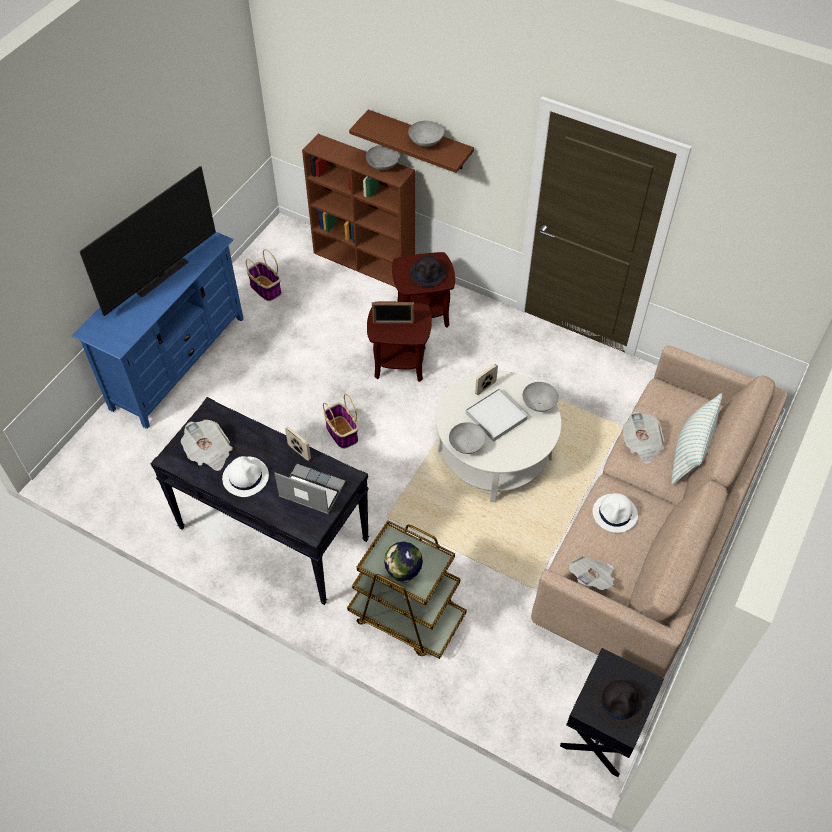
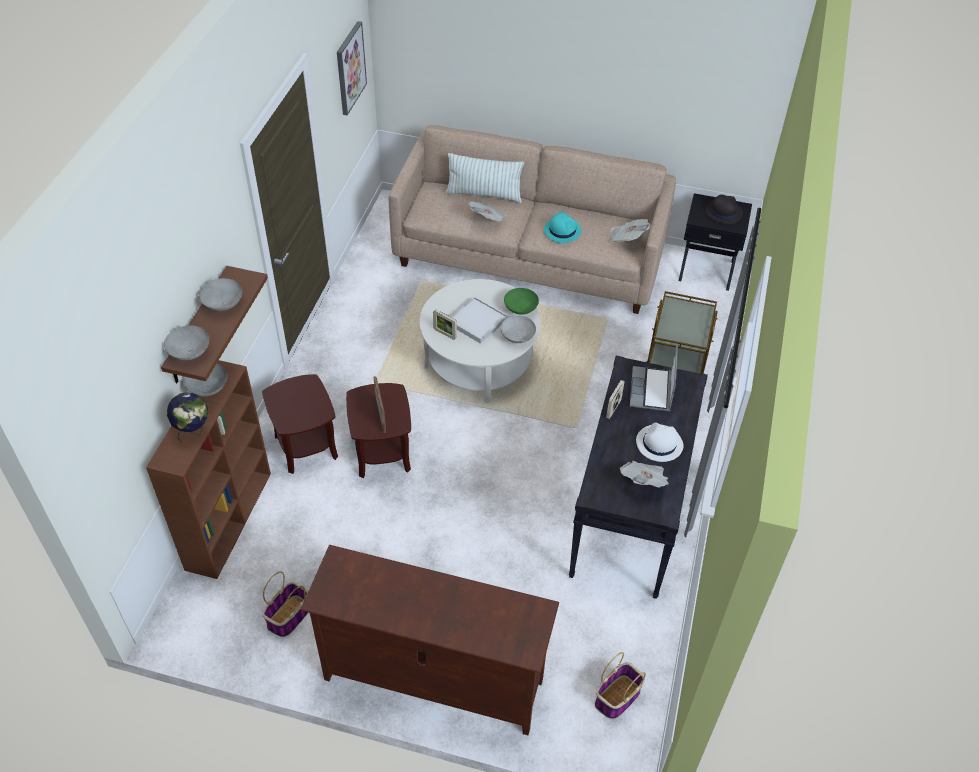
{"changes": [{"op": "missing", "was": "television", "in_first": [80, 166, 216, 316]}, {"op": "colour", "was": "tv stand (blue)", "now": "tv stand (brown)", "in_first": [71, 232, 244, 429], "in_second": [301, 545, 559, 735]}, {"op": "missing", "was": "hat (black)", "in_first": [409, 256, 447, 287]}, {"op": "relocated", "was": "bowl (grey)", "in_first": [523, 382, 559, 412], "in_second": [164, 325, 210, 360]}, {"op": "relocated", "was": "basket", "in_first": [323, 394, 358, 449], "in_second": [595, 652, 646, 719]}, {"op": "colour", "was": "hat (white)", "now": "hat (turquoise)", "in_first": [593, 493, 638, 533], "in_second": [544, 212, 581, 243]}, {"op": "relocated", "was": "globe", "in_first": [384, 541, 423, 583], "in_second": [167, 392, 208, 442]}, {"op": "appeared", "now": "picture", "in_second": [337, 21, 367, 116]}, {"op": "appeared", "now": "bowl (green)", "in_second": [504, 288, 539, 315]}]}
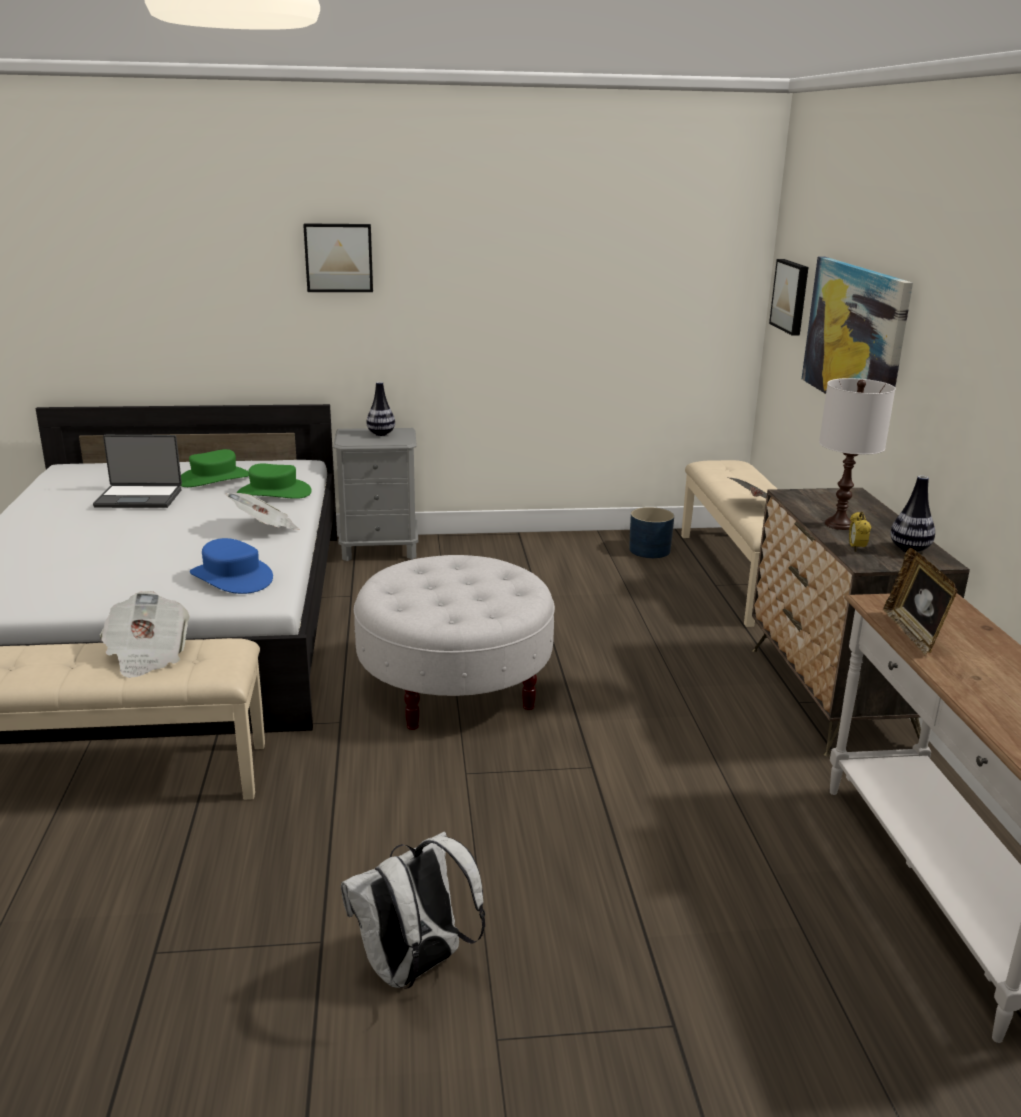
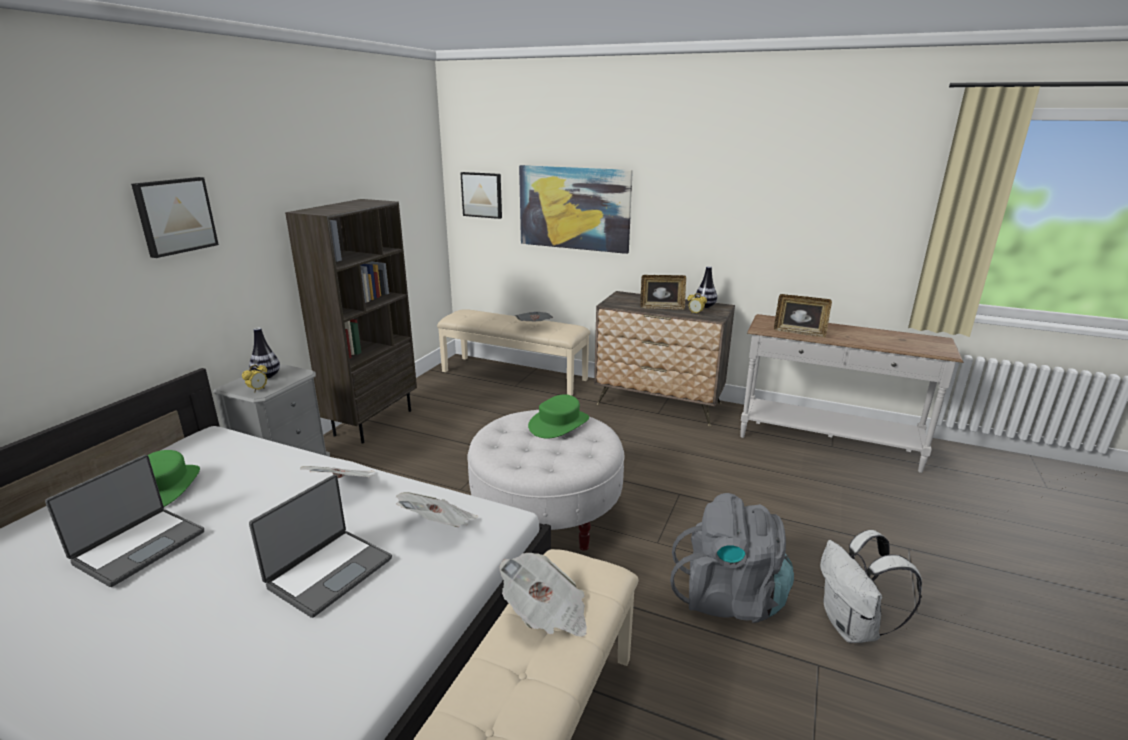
{"changes": [{"op": "exchanged", "was": "table lamp (white)", "now": "picture frame", "in_first": [819, 378, 895, 530], "in_second": [640, 275, 686, 310]}, {"op": "relocated", "was": "hat (green)", "in_first": [237, 464, 312, 499], "in_second": [528, 394, 589, 439]}, {"op": "missing", "was": "planter (blue)", "in_first": [629, 507, 674, 558]}, {"op": "exchanged", "was": "hat (blue)", "now": "newspaper", "in_first": [190, 538, 273, 594], "in_second": [396, 492, 478, 527]}, {"op": "appeared", "now": "bookcase (brown)", "in_second": [285, 199, 417, 444]}, {"op": "appeared", "now": "alarm clock", "in_second": [242, 365, 267, 393]}, {"op": "appeared", "now": "laptop", "in_second": [249, 475, 392, 618]}, {"op": "appeared", "now": "backpack (grey)", "in_second": [670, 493, 794, 623]}]}
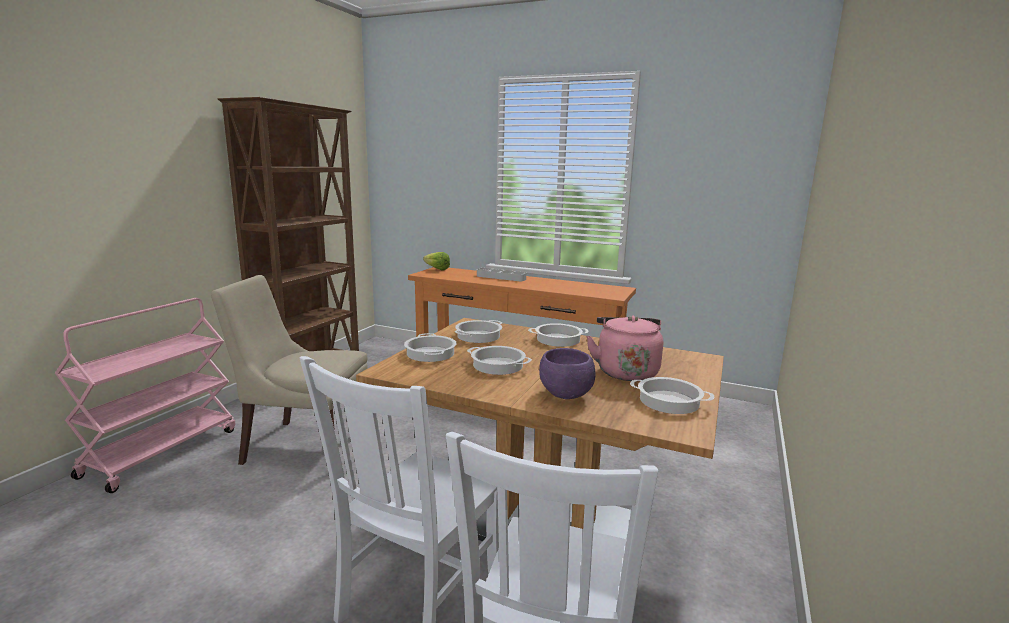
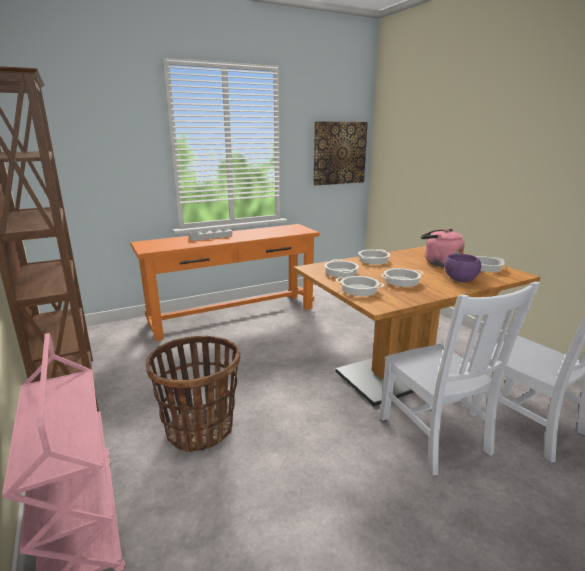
{"changes": [{"op": "missing", "was": "lettuce", "in_first": [423, 252, 450, 271]}, {"op": "exchanged", "was": "chair (beige)", "now": "basket", "in_first": [211, 275, 368, 465], "in_second": [145, 336, 241, 453]}, {"op": "appeared", "now": "picture", "in_second": [314, 121, 368, 186]}]}
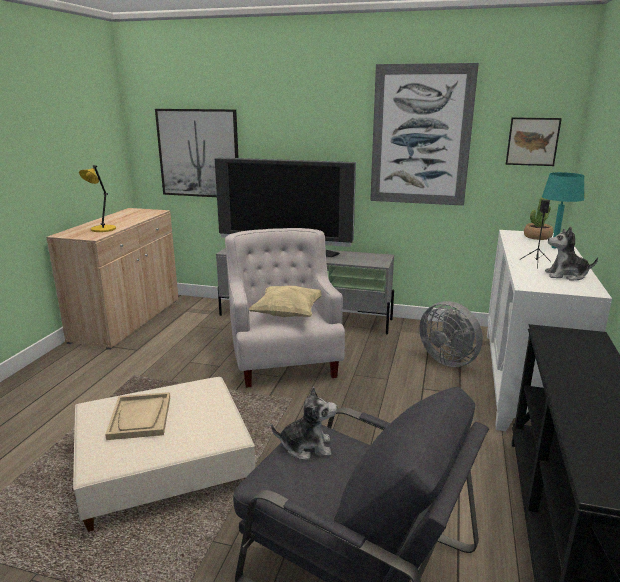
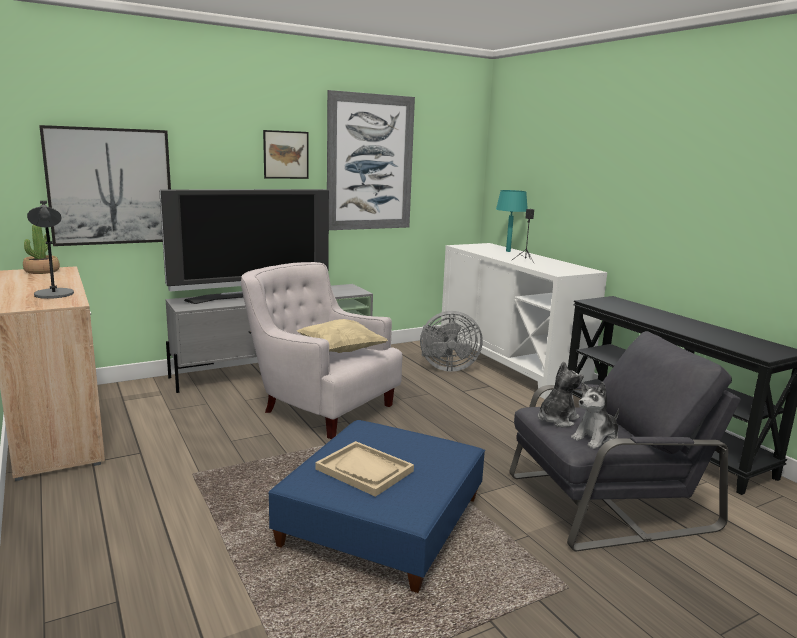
{"changes": [{"op": "relocated", "was": "picture", "in_first": [506, 117, 562, 166], "in_second": [263, 130, 309, 179]}, {"op": "colour", "was": "table lamp (yellow)", "now": "table lamp (grey)", "in_first": [79, 165, 116, 232], "in_second": [27, 201, 74, 299]}, {"op": "relocated", "was": "potted plant", "in_first": [524, 197, 553, 240], "in_second": [23, 225, 60, 274]}, {"op": "relocated", "was": "plush toy", "in_first": [545, 227, 598, 281], "in_second": [571, 382, 619, 449]}, {"op": "colour", "was": "ottoman (beige)", "now": "ottoman (blue)", "in_first": [73, 377, 255, 532], "in_second": [268, 420, 485, 593]}]}
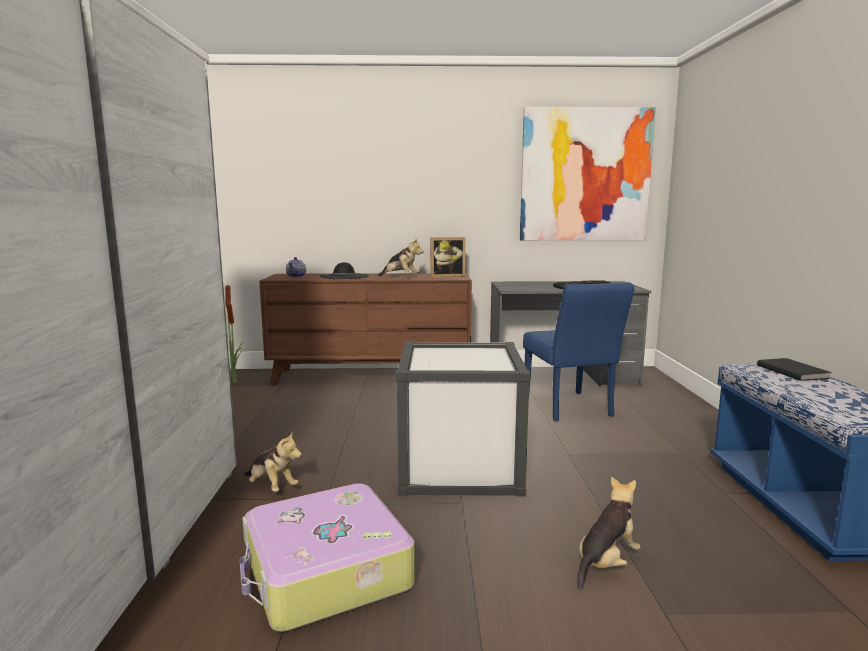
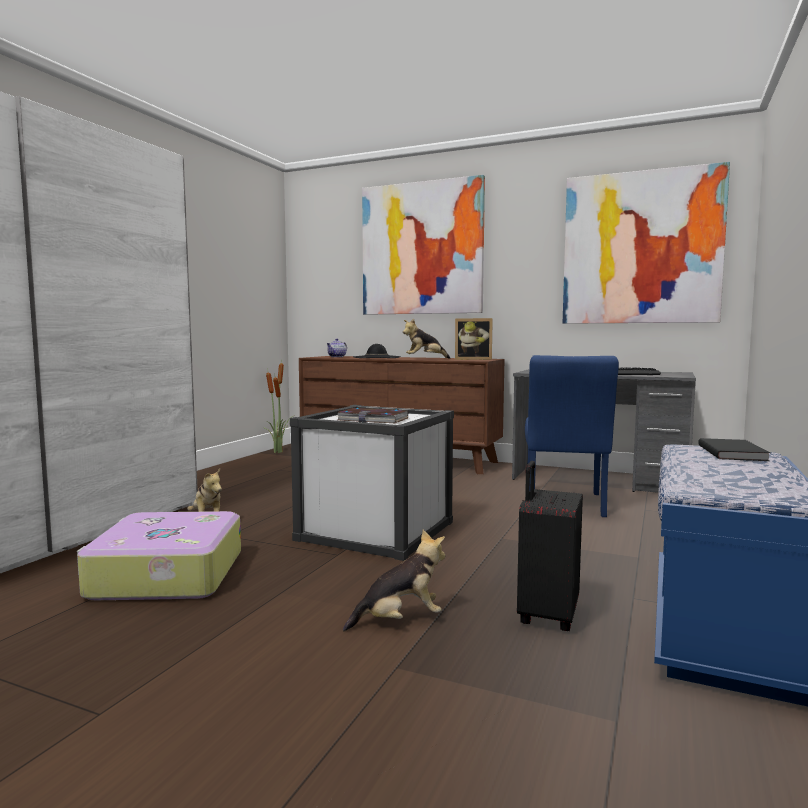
{"changes": [{"op": "spun", "was": "plush toy", "in_first": [378, 239, 424, 276], "in_second": [403, 319, 450, 359], "clockwise": 105}, {"op": "appeared", "now": "picture", "in_second": [362, 175, 485, 315]}, {"op": "appeared", "now": "book", "in_second": [338, 408, 409, 423]}, {"op": "appeared", "now": "suitcase (black)", "in_second": [517, 461, 583, 631]}]}
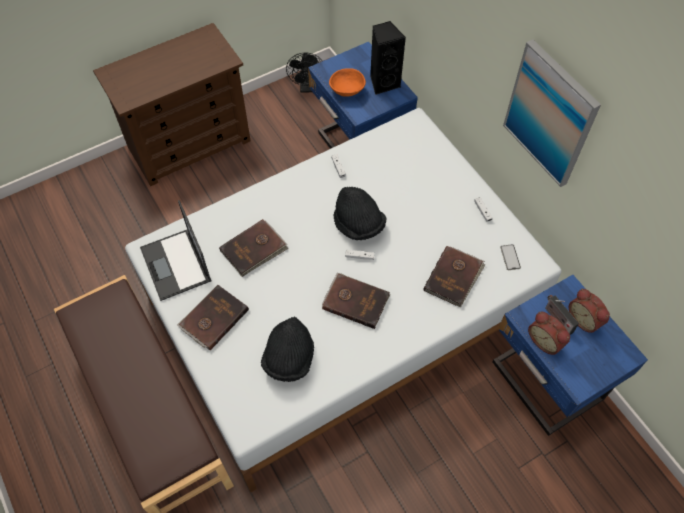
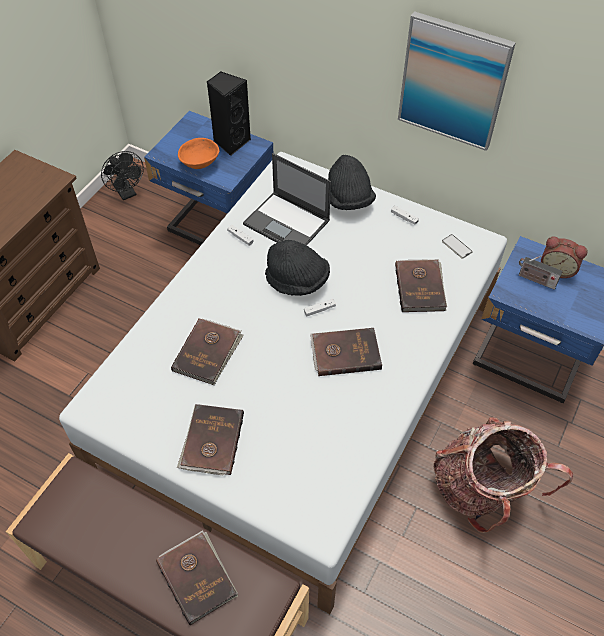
{"changes": [{"op": "relocated", "was": "laptop", "in_first": [140, 200, 211, 301], "in_second": [243, 153, 331, 246]}, {"op": "missing", "was": "alarm clock", "in_first": [528, 312, 570, 355]}, {"op": "relocated", "was": "hat (black)", "in_first": [261, 317, 314, 382], "in_second": [328, 155, 376, 210]}, {"op": "appeared", "now": "backpack", "in_second": [434, 418, 573, 533]}, {"op": "appeared", "now": "book (brown)", "in_second": [156, 530, 238, 625]}]}
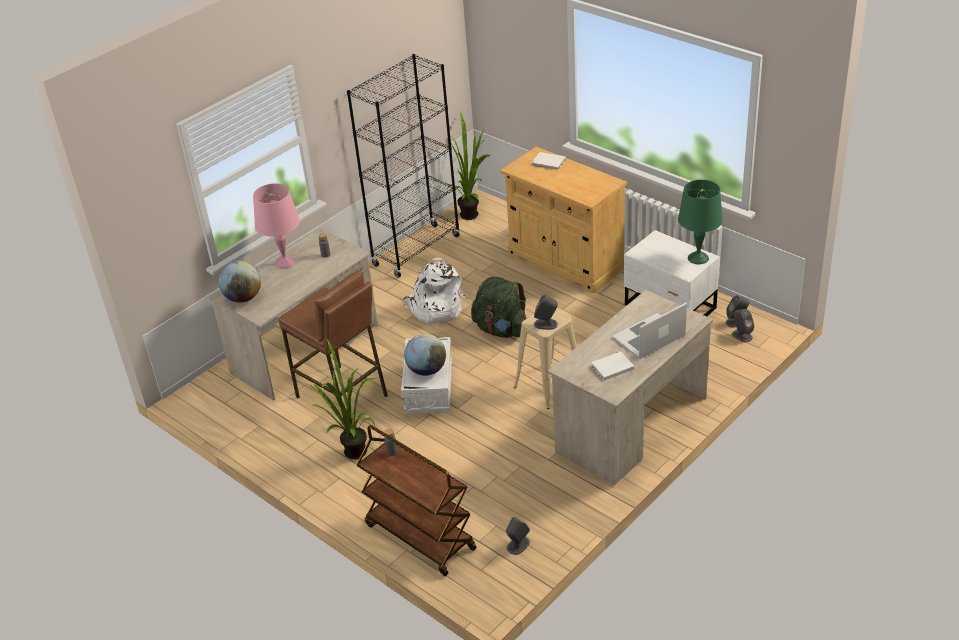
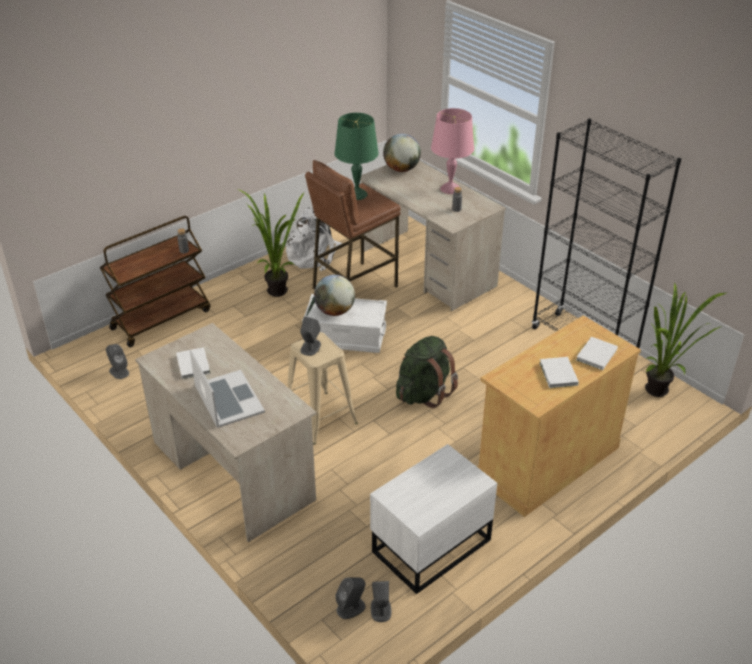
{"changes": [{"op": "relocated", "was": "table lamp (green)", "in_first": [678, 180, 723, 264], "in_second": [335, 113, 379, 200]}, {"op": "relocated", "was": "backpack (white)", "in_first": [403, 257, 465, 324], "in_second": [286, 207, 343, 271]}, {"op": "appeared", "now": "book (white)", "in_second": [539, 357, 579, 388]}]}
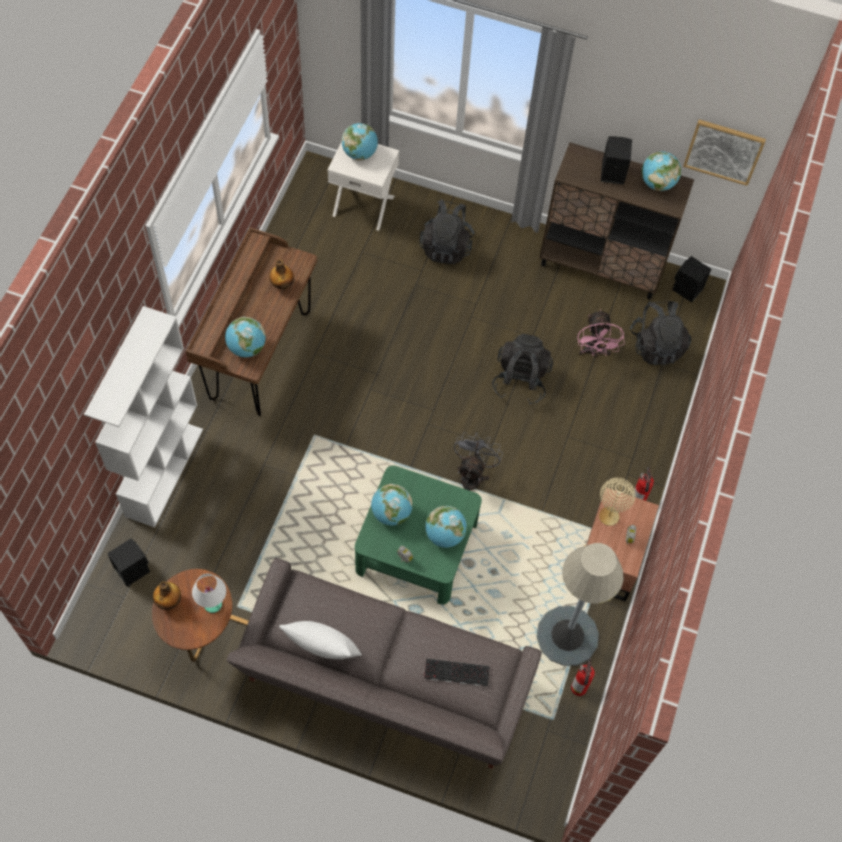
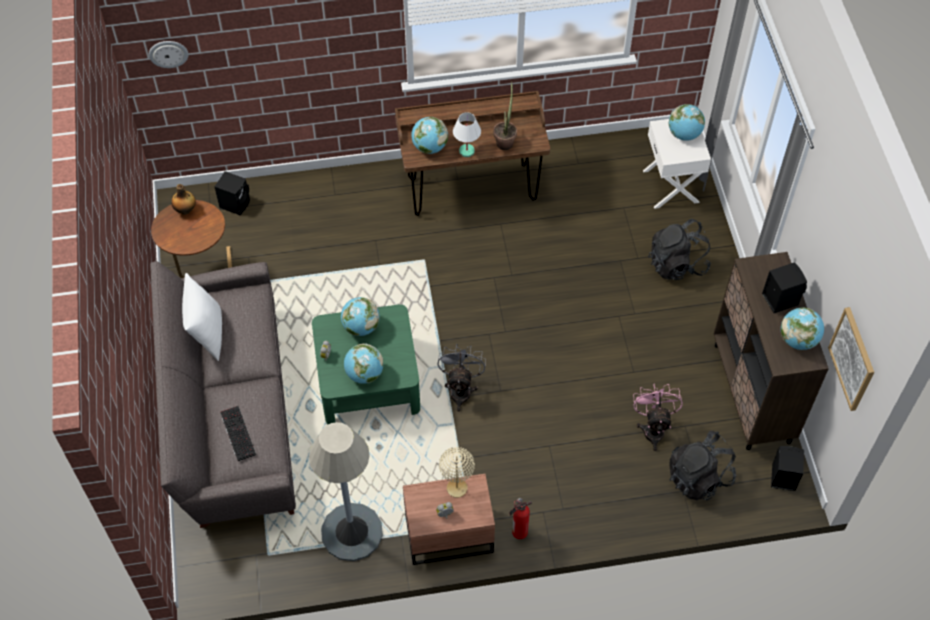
{"changes": [{"op": "exchanged", "was": "bottle", "now": "potted plant", "in_first": [269, 260, 294, 290], "in_second": [493, 81, 517, 150]}, {"op": "missing", "was": "bookcase (white)", "in_first": [84, 306, 203, 528]}, {"op": "spun", "was": "fan (pink)", "in_first": [577, 309, 624, 357], "in_second": [633, 383, 683, 451], "clockwise": 120}, {"op": "missing", "was": "backpack (black)", "in_first": [492, 334, 553, 405]}, {"op": "spun", "was": "fan (grey)", "in_first": [454, 432, 503, 491], "in_second": [438, 344, 486, 412], "clockwise": -75}, {"op": "relocated", "was": "table lamp (white)", "in_first": [192, 574, 226, 613], "in_second": [453, 112, 481, 157]}, {"op": "missing", "was": "fire extinguisher", "in_first": [571, 658, 595, 696]}, {"op": "appeared", "now": "wall clock", "in_second": [149, 41, 189, 68]}]}
